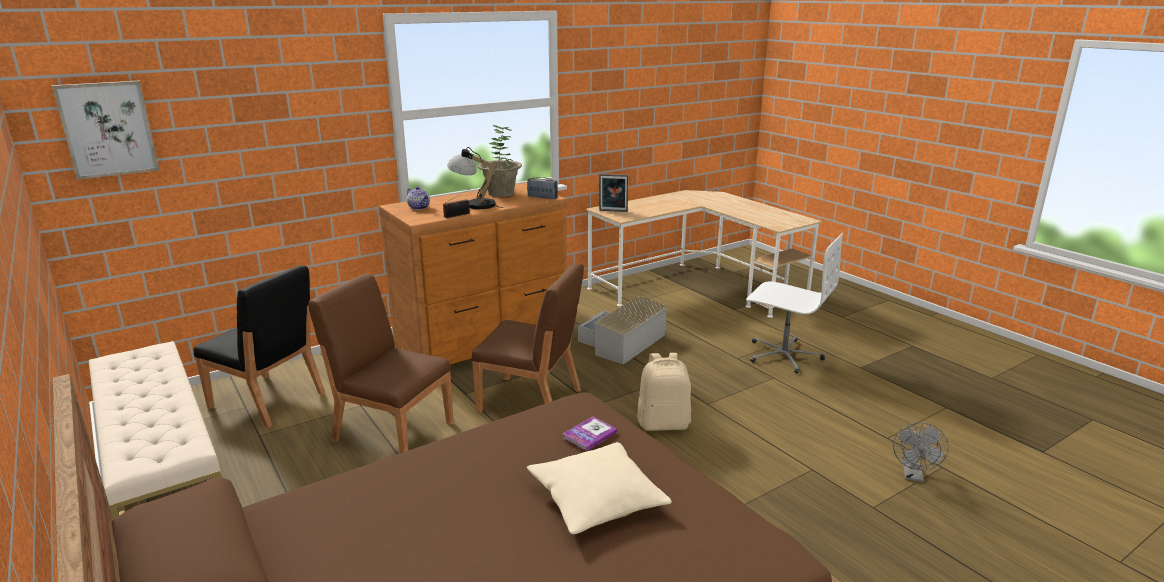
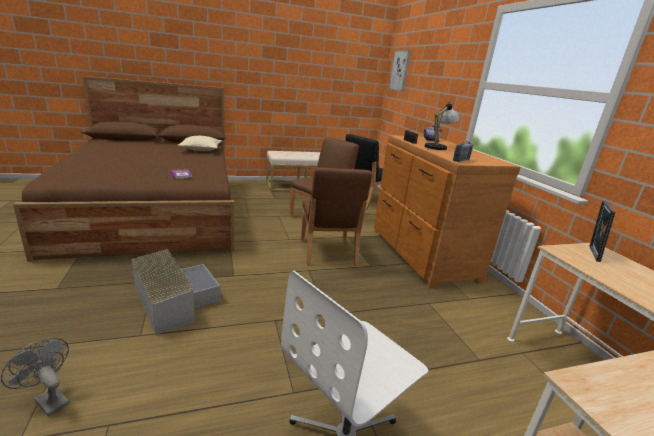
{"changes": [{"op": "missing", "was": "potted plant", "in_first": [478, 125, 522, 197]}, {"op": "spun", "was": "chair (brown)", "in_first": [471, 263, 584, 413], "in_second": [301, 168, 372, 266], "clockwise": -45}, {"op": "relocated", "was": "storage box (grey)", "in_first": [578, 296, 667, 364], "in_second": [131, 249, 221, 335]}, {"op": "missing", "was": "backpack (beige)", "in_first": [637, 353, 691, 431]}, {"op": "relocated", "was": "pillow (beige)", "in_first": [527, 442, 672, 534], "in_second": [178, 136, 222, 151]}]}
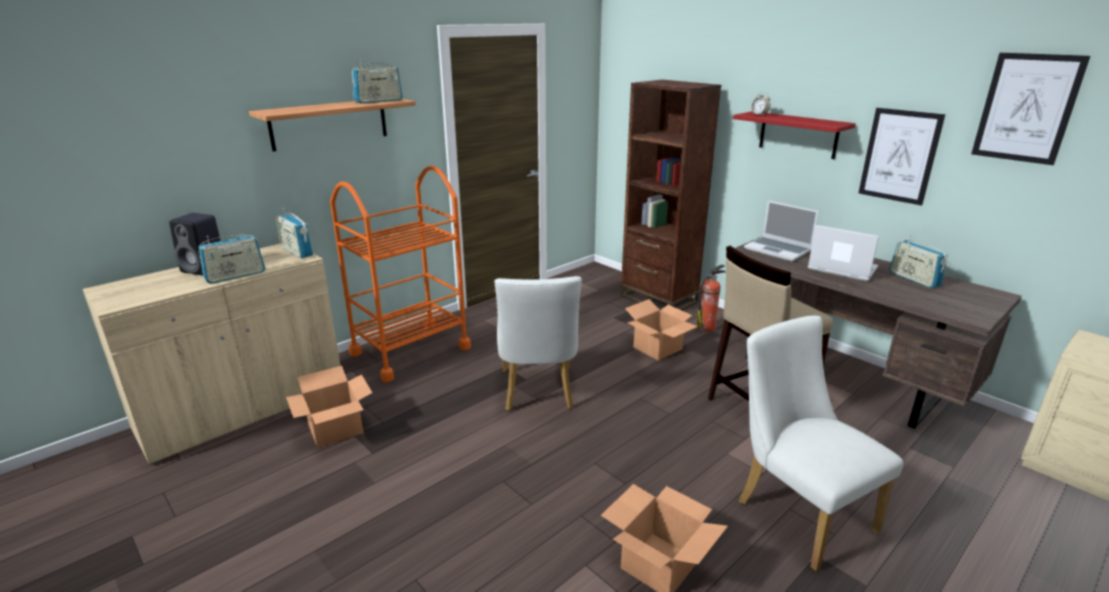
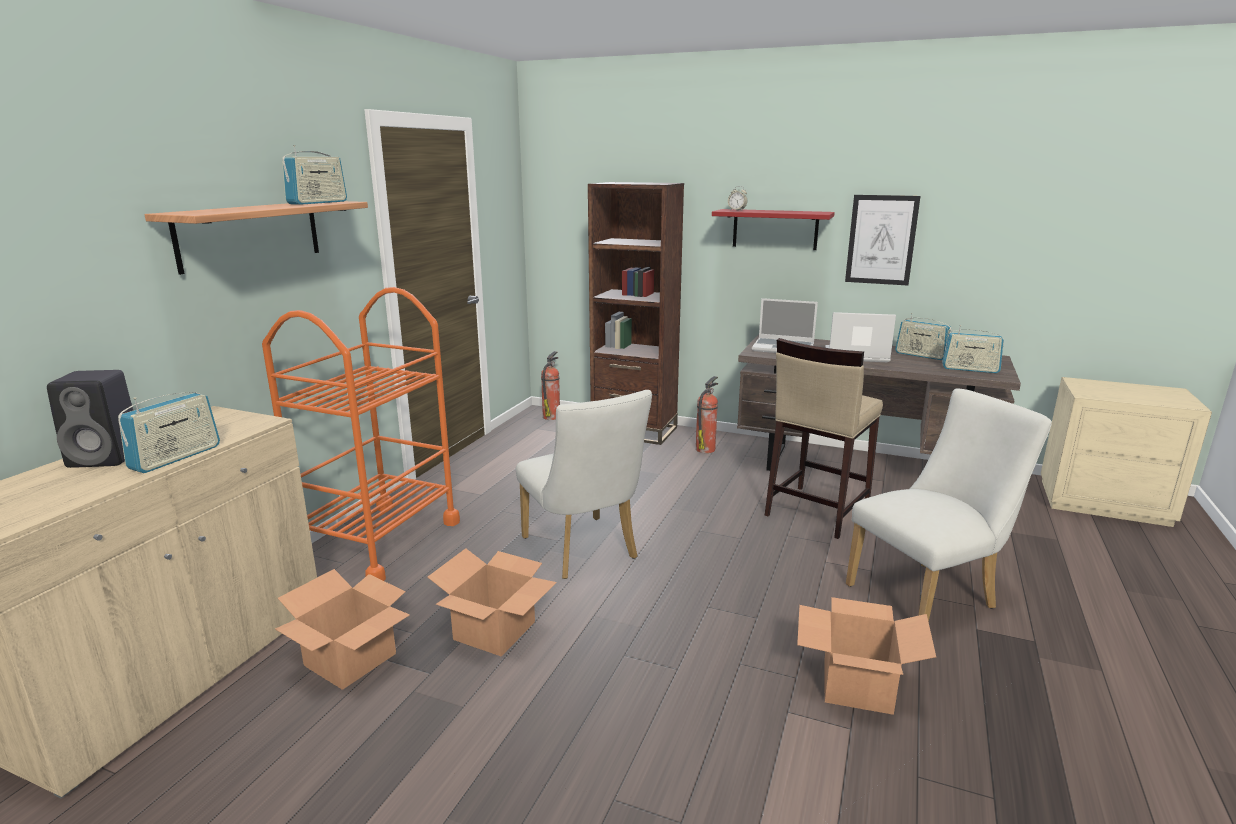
{"changes": [{"op": "missing", "was": "picture", "in_first": [971, 53, 1090, 165]}, {"op": "relocated", "was": "radio", "in_first": [276, 208, 313, 258], "in_second": [942, 325, 1004, 373]}, {"op": "relocated", "was": "cardboard box", "in_first": [625, 299, 698, 361], "in_second": [428, 548, 557, 656]}, {"op": "spun", "was": "chair (white)", "in_first": [739, 316, 903, 571], "in_second": [846, 388, 1052, 622], "clockwise": 120}, {"op": "appeared", "now": "fire extinguisher", "in_second": [541, 351, 560, 420]}]}
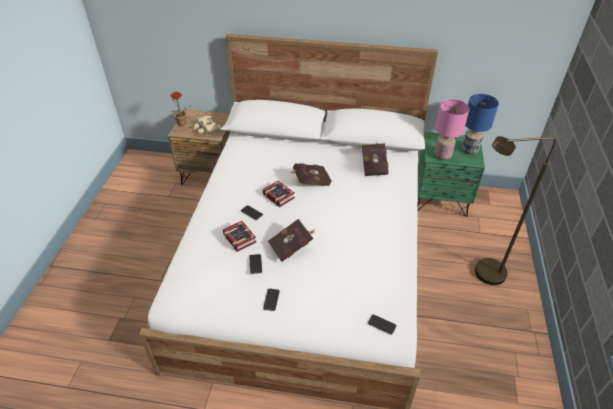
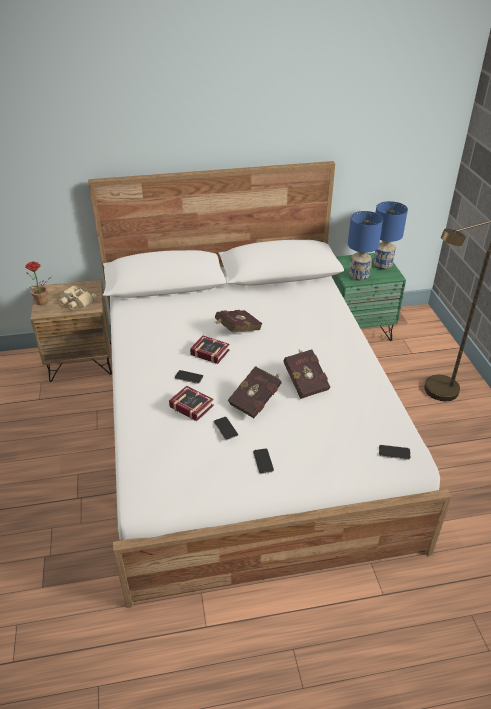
{"changes": [{"op": "colour", "was": "table lamp (pink)", "now": "table lamp (blue)", "in_first": [435, 99, 469, 160], "in_second": [348, 211, 383, 281]}, {"op": "relocated", "was": "book (red)", "in_first": [362, 142, 389, 176], "in_second": [283, 349, 330, 399]}]}
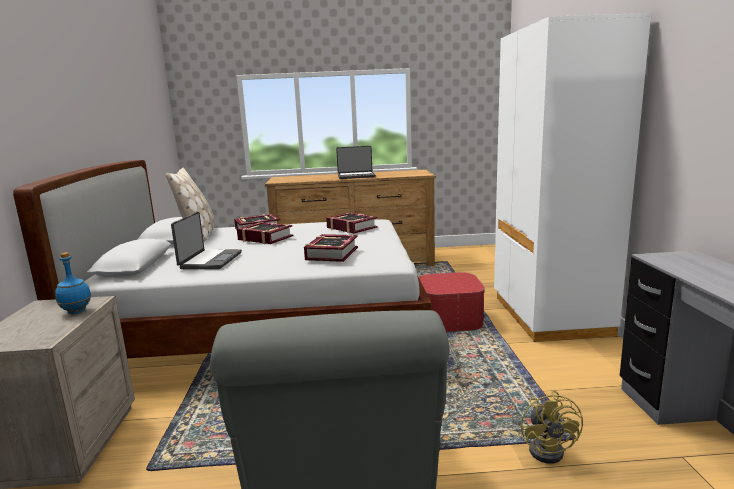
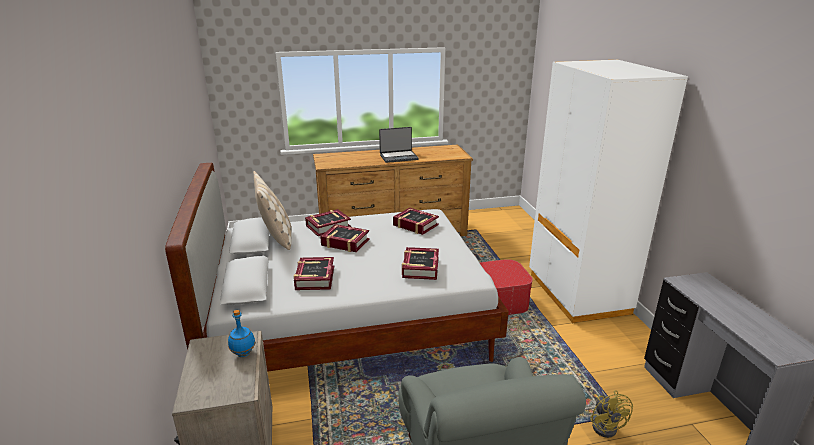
{"changes": [{"op": "exchanged", "was": "laptop", "now": "book", "in_first": [171, 212, 242, 269], "in_second": [294, 257, 334, 290]}]}
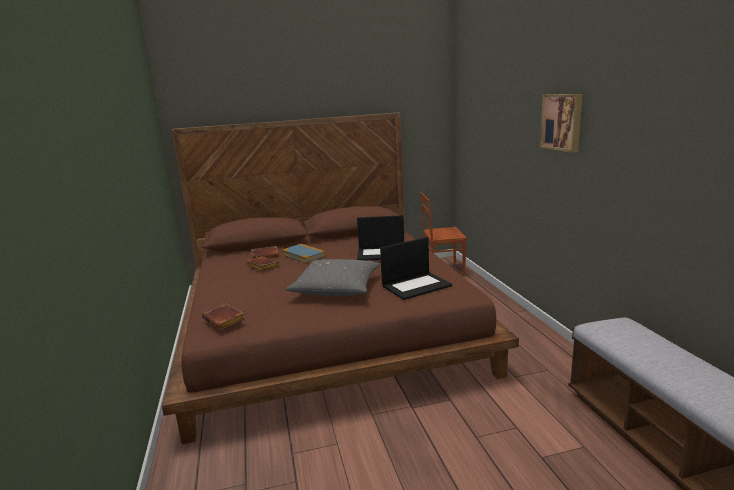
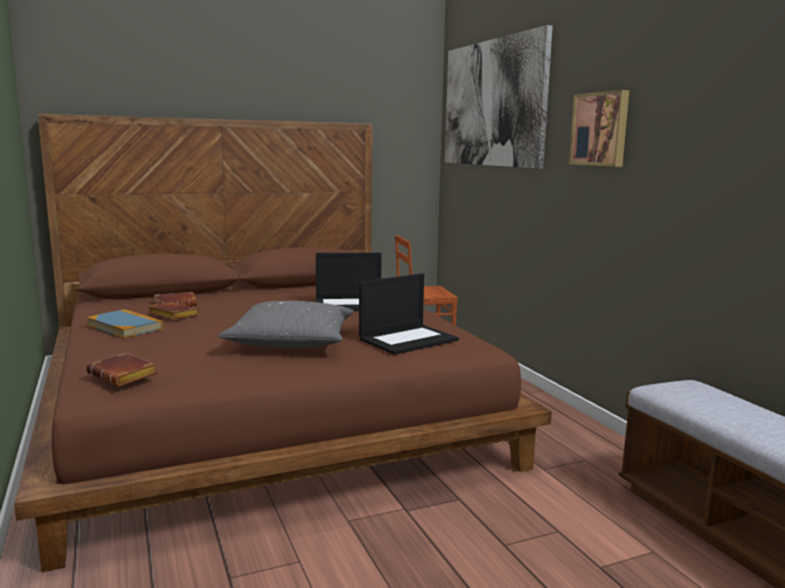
{"changes": [{"op": "relocated", "was": "book", "in_first": [282, 244, 326, 263], "in_second": [86, 309, 163, 338]}, {"op": "appeared", "now": "picture", "in_second": [445, 25, 553, 168]}]}
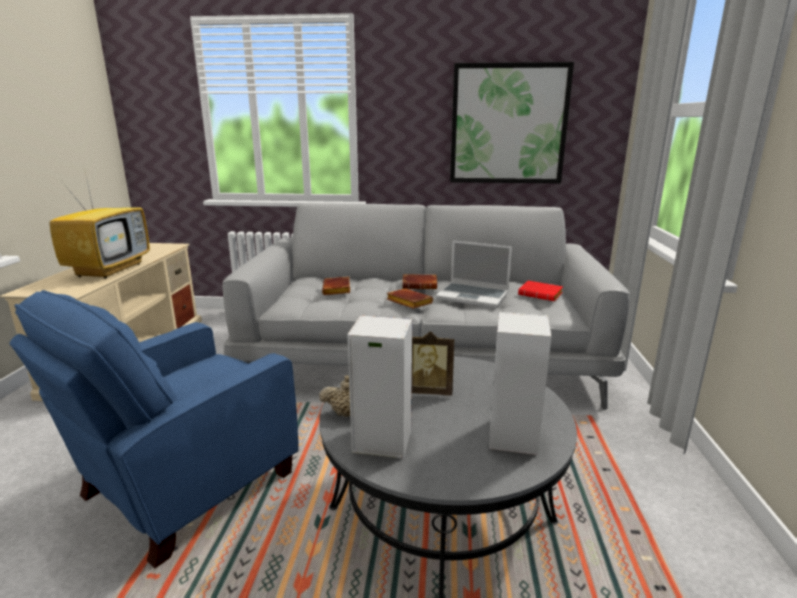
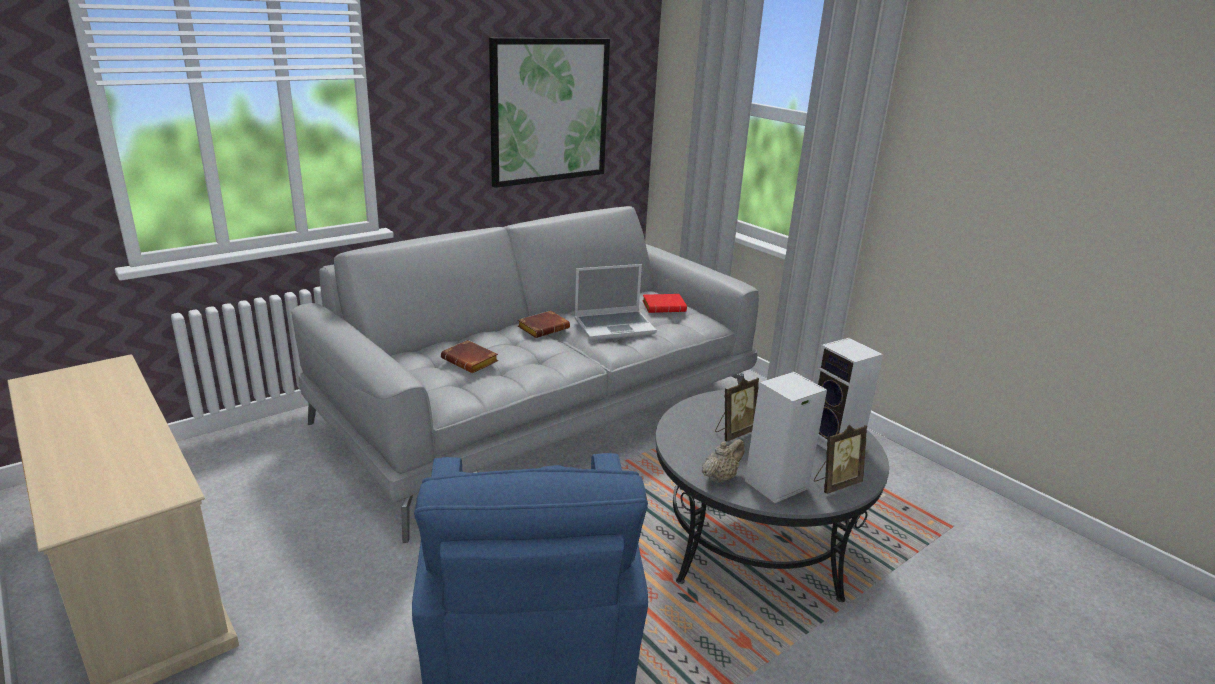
{"changes": [{"op": "missing", "was": "television", "in_first": [50, 167, 150, 279]}, {"op": "missing", "was": "book (brown)", "in_first": [387, 288, 433, 309]}, {"op": "appeared", "now": "picture frame", "in_second": [814, 425, 867, 494]}]}
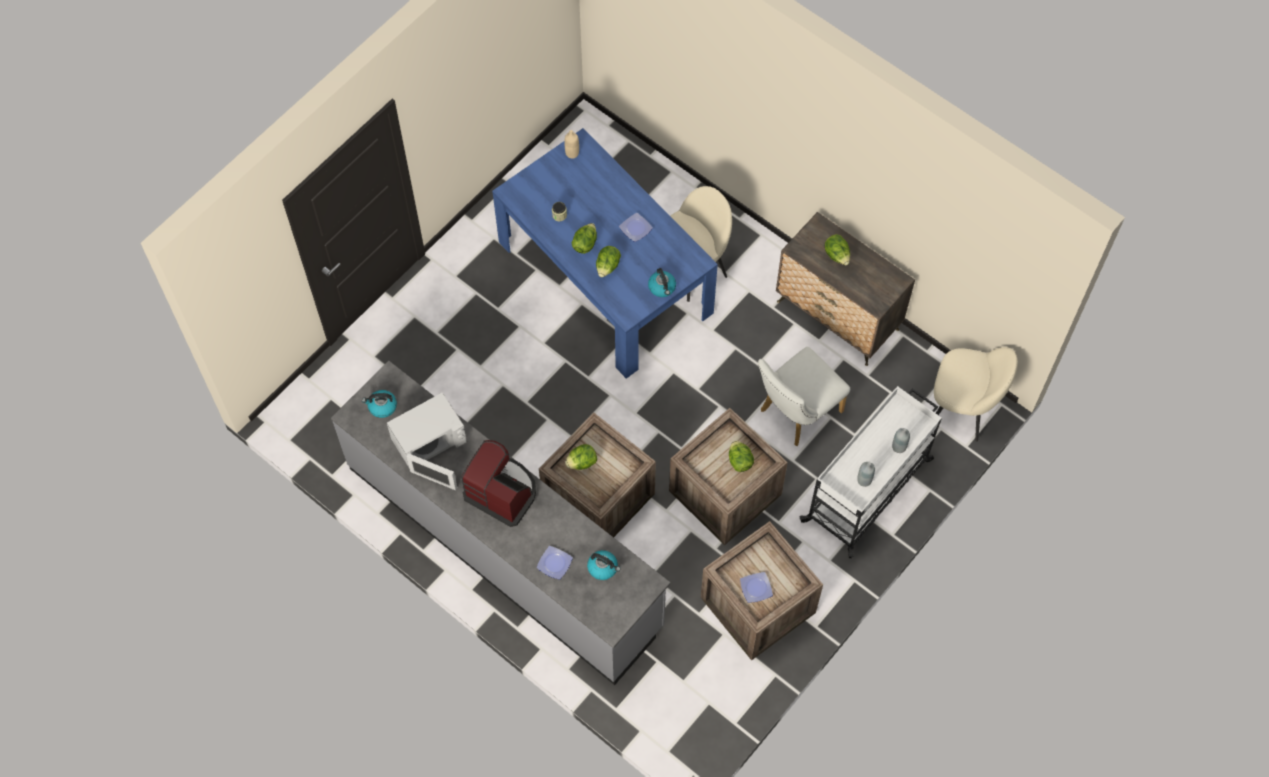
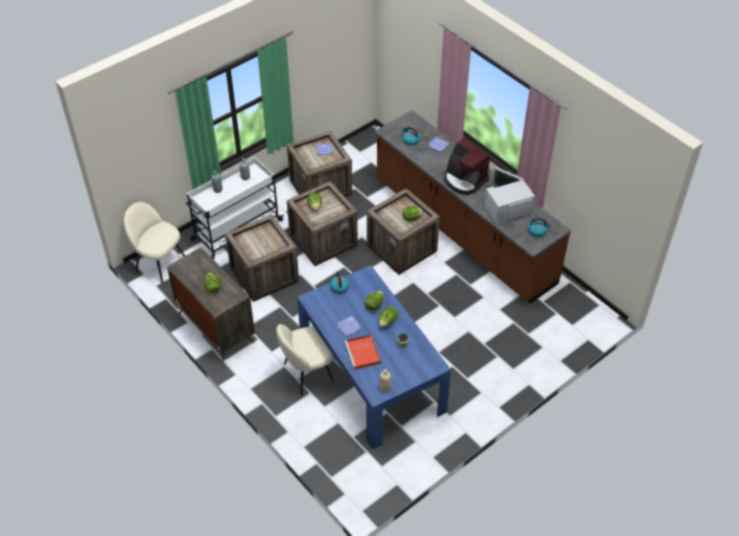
{"changes": [{"op": "exchanged", "was": "chair (white)", "now": "crate", "in_first": [758, 347, 850, 446], "in_second": [225, 214, 299, 302]}, {"op": "colour", "was": "counter (grey)", "now": "counter (brown)", "in_first": [331, 361, 670, 685], "in_second": [374, 110, 571, 303]}, {"op": "appeared", "now": "tray (red)", "in_second": [345, 334, 381, 370]}]}
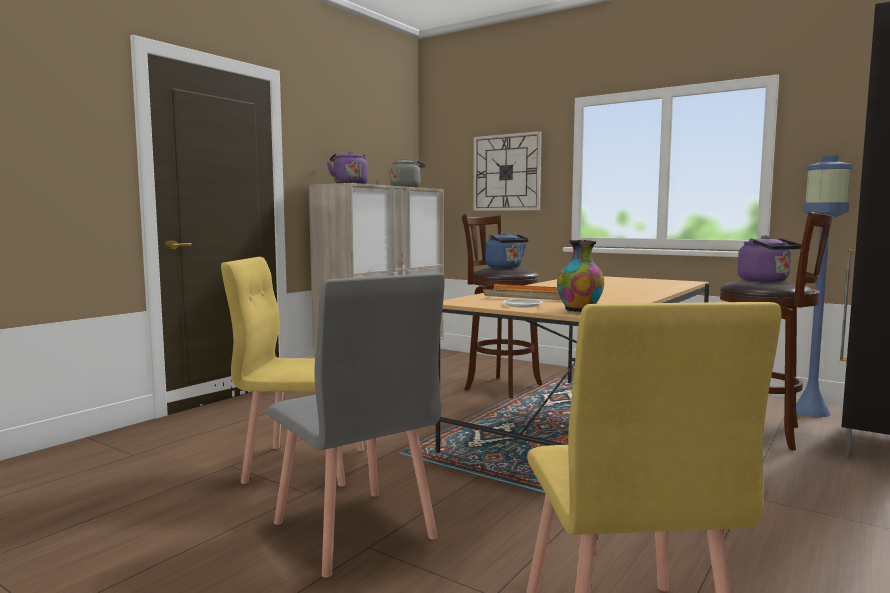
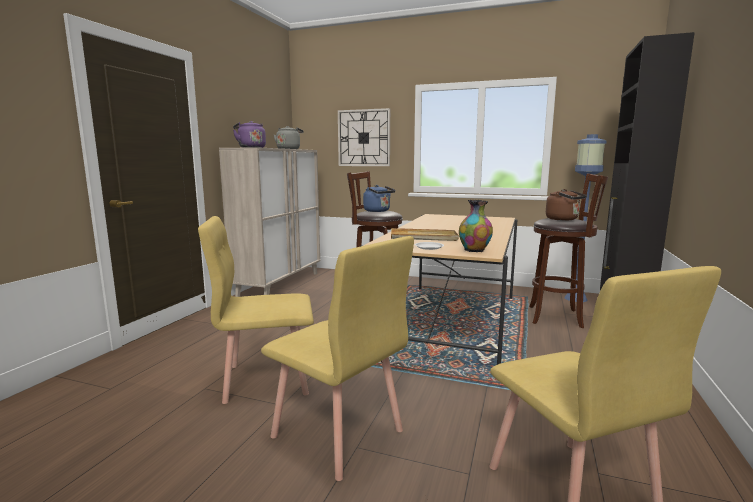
{"changes": [{"op": "colour", "was": "kettle (purple)", "now": "kettle (brown)", "in_first": [738, 235, 802, 282], "in_second": [546, 189, 587, 221]}, {"op": "colour", "was": "chair (grey)", "now": "chair (yellow)", "in_first": [267, 273, 445, 578], "in_second": [261, 236, 414, 481]}, {"op": "colour", "was": "tray (orange)", "now": "tray (beige)", "in_first": [483, 284, 561, 300], "in_second": [391, 228, 459, 241]}]}
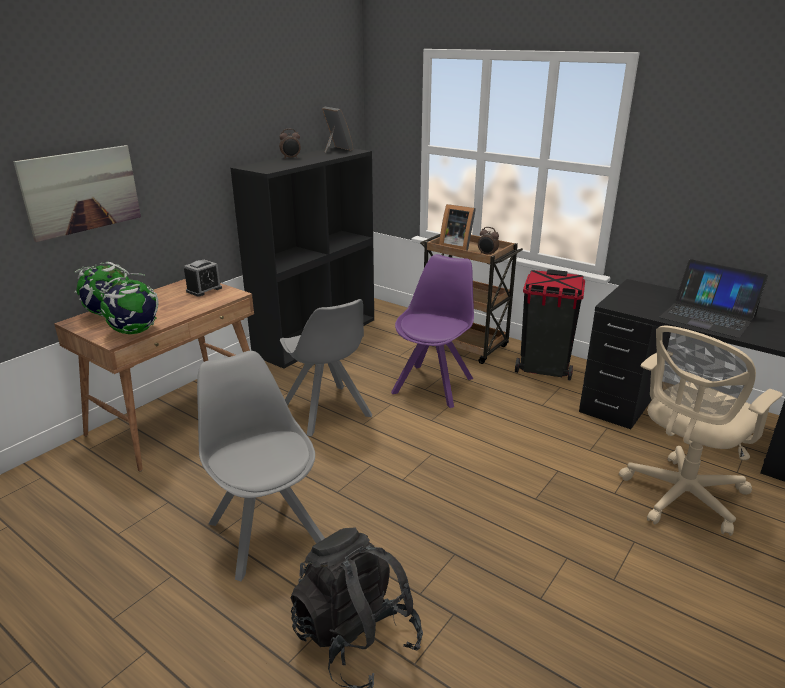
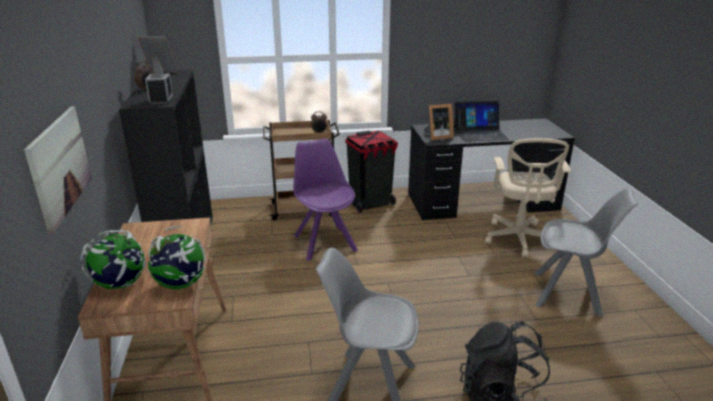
{"changes": [{"op": "relocated", "was": "picture frame", "in_first": [439, 204, 476, 251], "in_second": [424, 104, 454, 140]}, {"op": "relocated", "was": "alarm clock", "in_first": [184, 260, 222, 297], "in_second": [145, 73, 174, 105]}, {"op": "relocated", "was": "chair (grey)", "in_first": [280, 299, 372, 436], "in_second": [534, 188, 638, 317]}]}
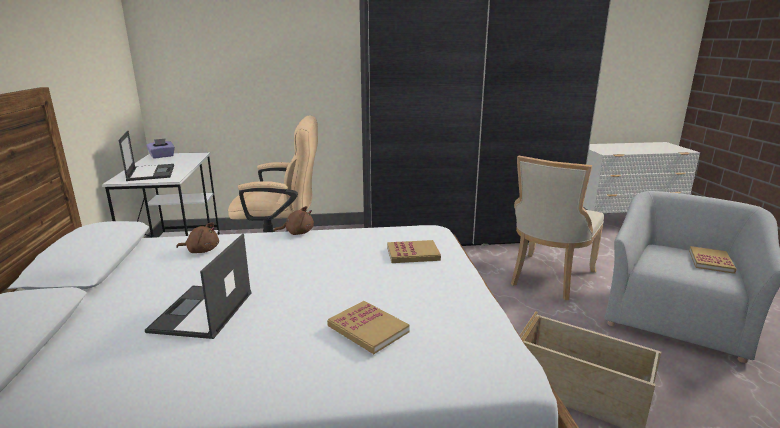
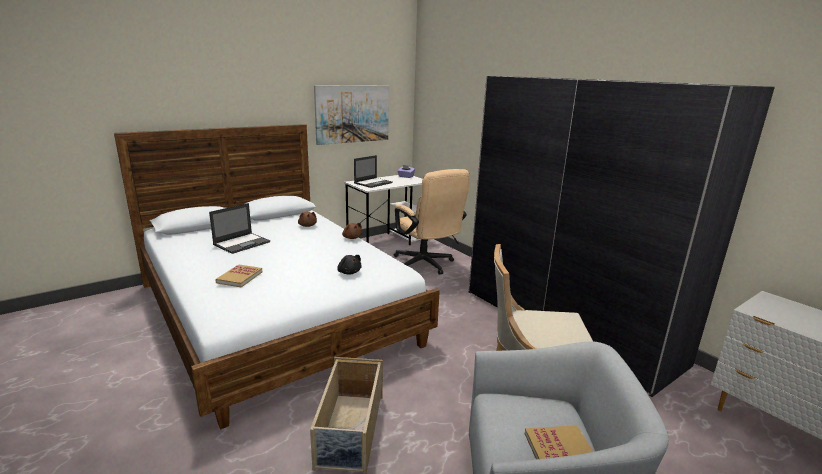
{"changes": [{"op": "spun", "was": "laptop", "in_first": [145, 234, 251, 339], "in_second": [209, 203, 270, 254], "clockwise": 150}, {"op": "exchanged", "was": "book", "now": "plush toy (black)", "in_first": [387, 240, 441, 263], "in_second": [337, 255, 362, 275]}, {"op": "appeared", "now": "picture", "in_second": [314, 85, 389, 145]}]}
